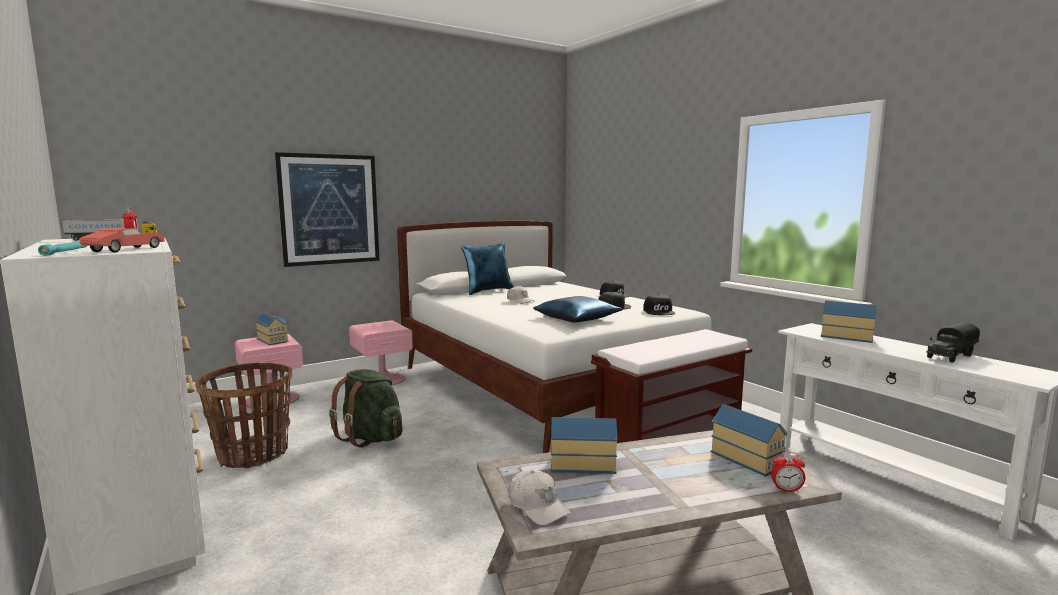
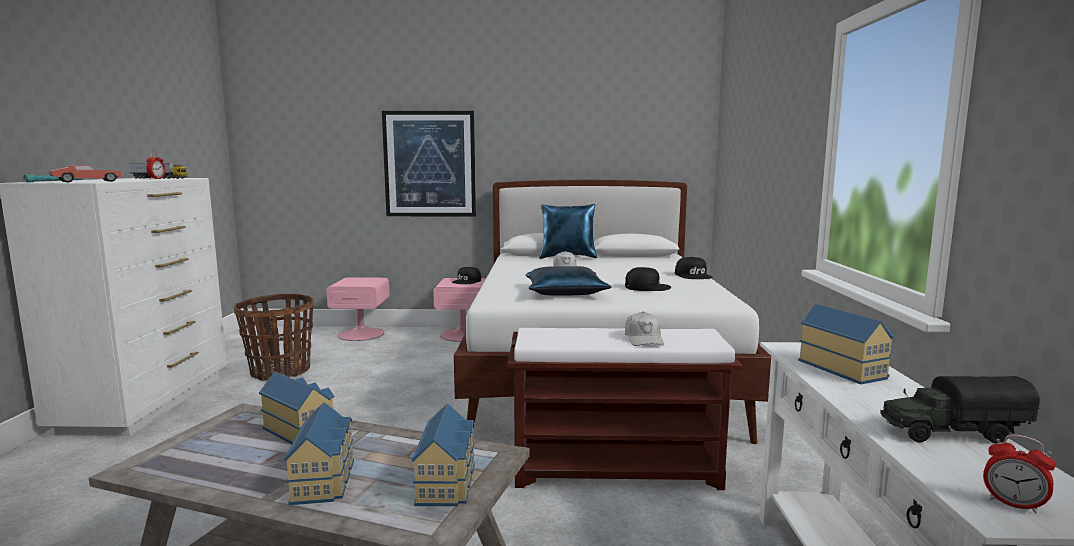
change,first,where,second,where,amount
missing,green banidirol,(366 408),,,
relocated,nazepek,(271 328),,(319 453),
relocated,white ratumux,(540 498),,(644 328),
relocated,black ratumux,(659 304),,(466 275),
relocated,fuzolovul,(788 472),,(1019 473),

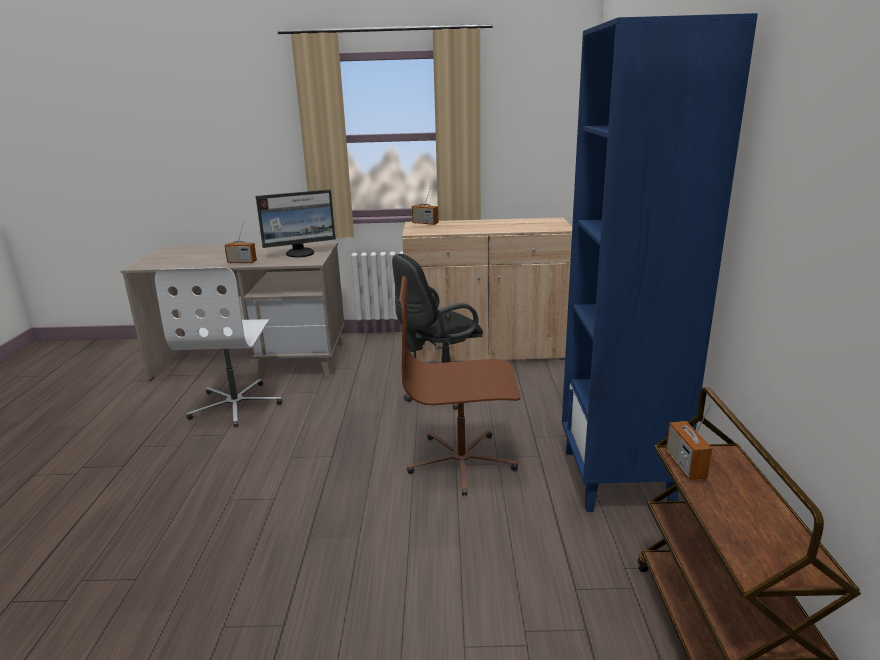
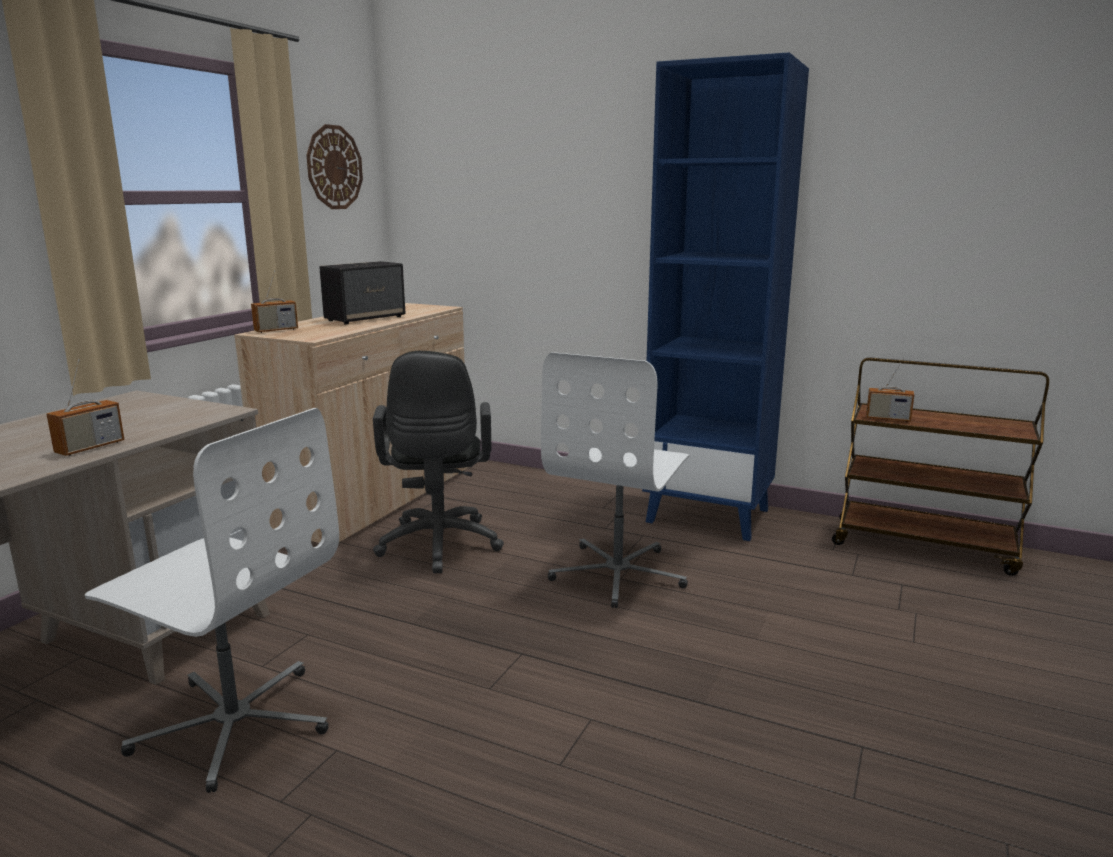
change,first,where,second,where,amount
missing,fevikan,(296 223),,,
appeared,,,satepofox,(334 166),
appeared,,,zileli,(362 292),
colour,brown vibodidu,(460 386),white vibodidu,(615 480),

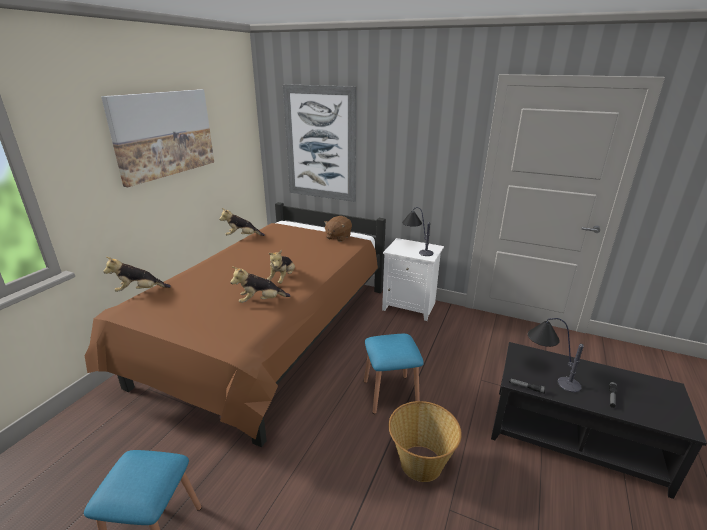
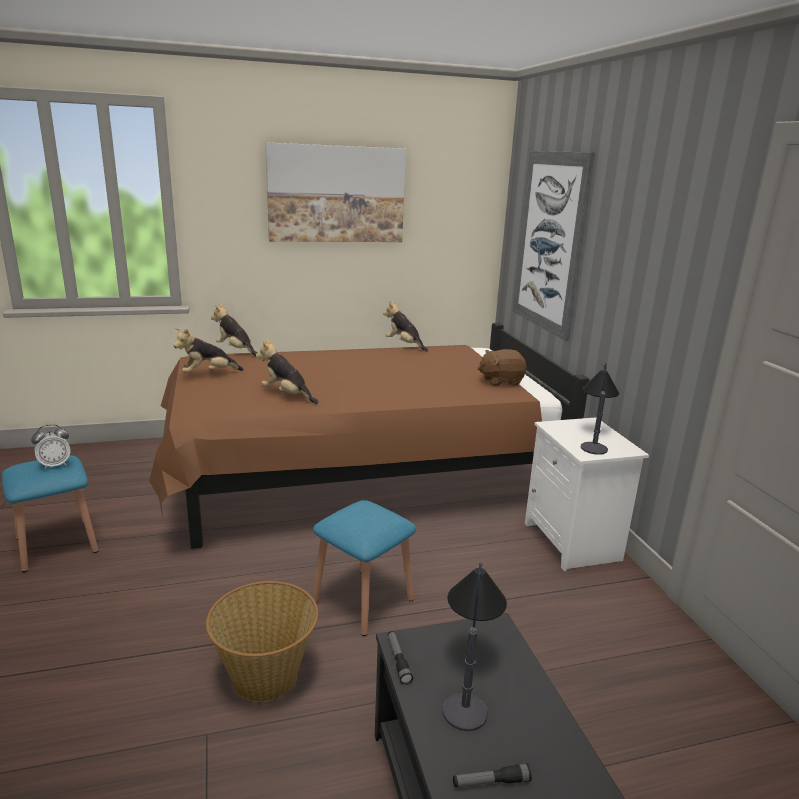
change,first,where,second,where,amount
appeared,,,fuzolovul,(50 446),
relocated,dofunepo,(281 267),,(208 350),

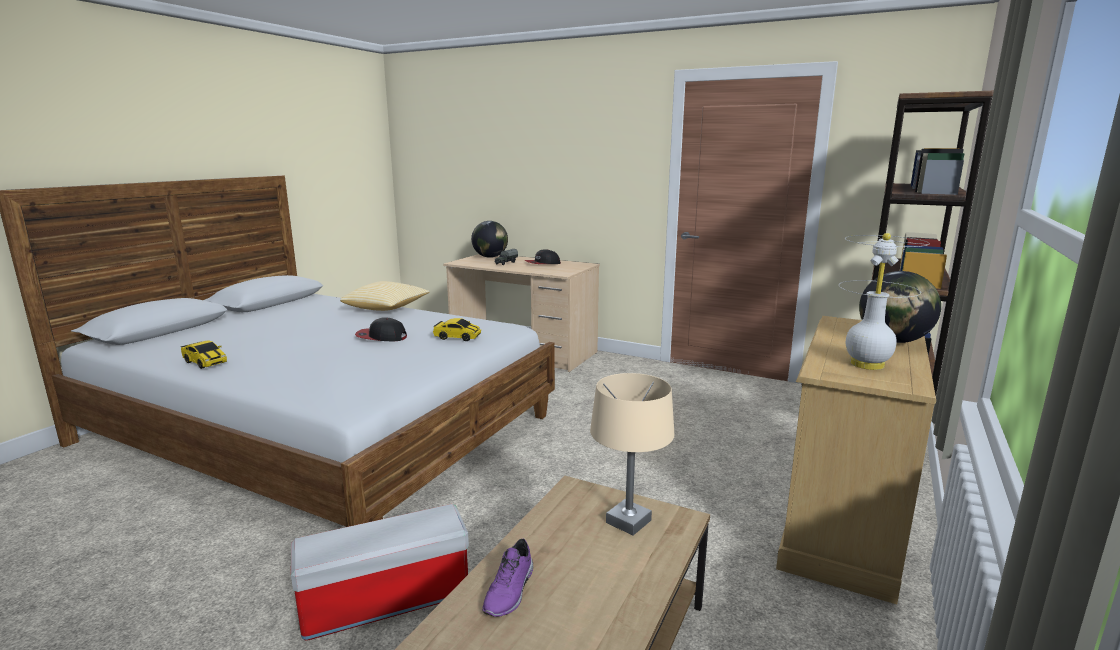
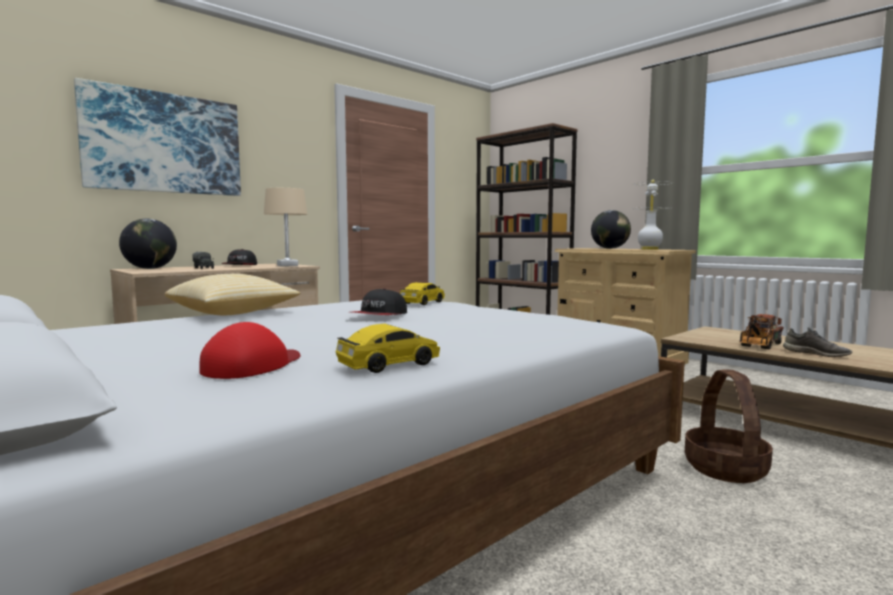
change,first,where,second,where,amount
appeared,,,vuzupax,(157 137),
appeared,,,red ratumux,(250 350),
appeared,,,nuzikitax,(762 332),
relocated,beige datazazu,(632 454),,(285 227),
exchanged,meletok,(380 572),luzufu,(729 426),
colour,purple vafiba,(507 578),grey vafiba,(817 342),

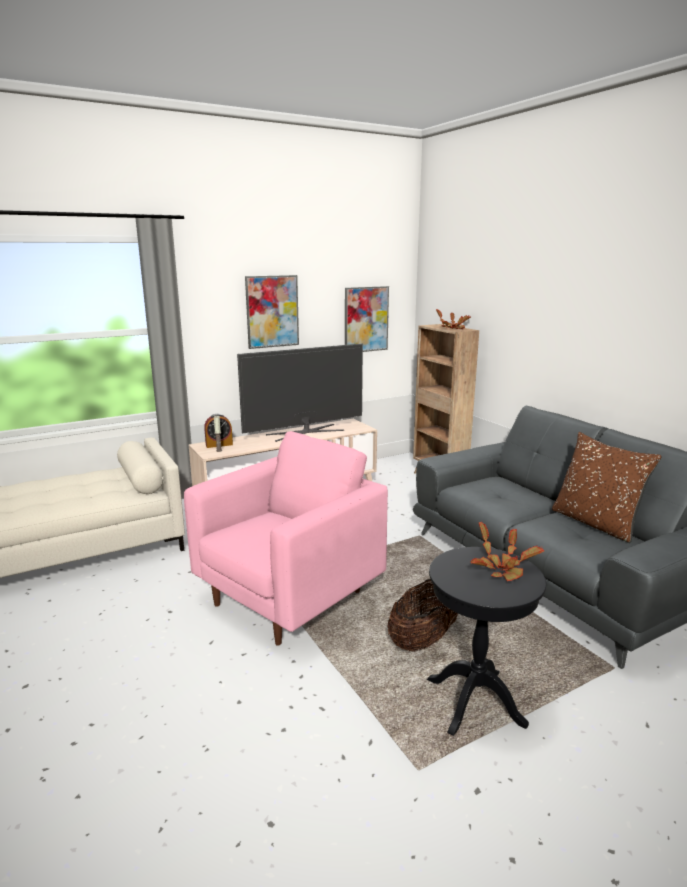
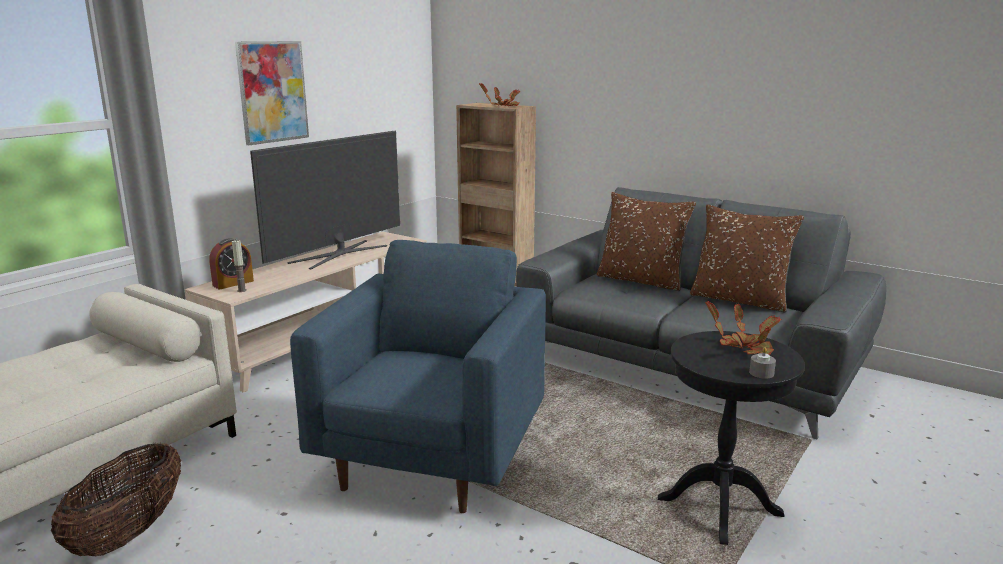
change,first,where,second,where,amount
missing,vuzupax,(367 319),,,
appeared,,,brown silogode,(646 241),
appeared,,,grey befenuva,(762 363),
relocated,luzufu,(422 615),,(116 499),
colour,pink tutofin,(286 538),blue tutofin,(418 376),

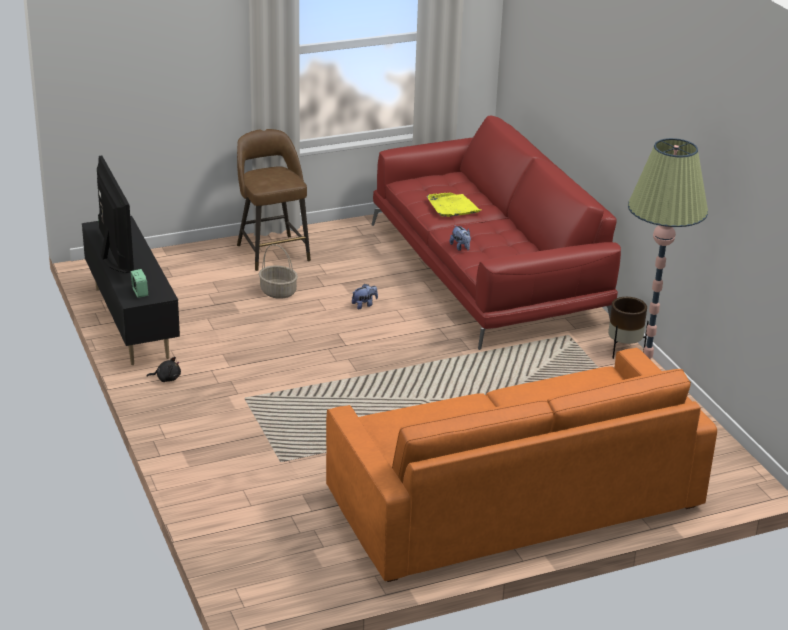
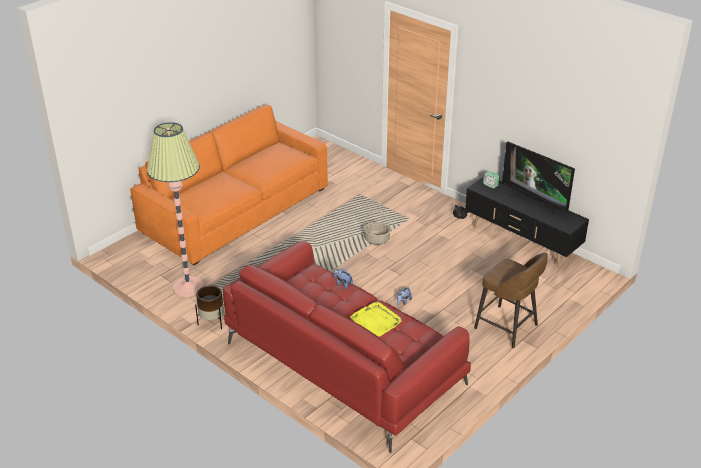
change,first,where,second,where,amount
relocated,luzufu,(278 271),,(377 227),

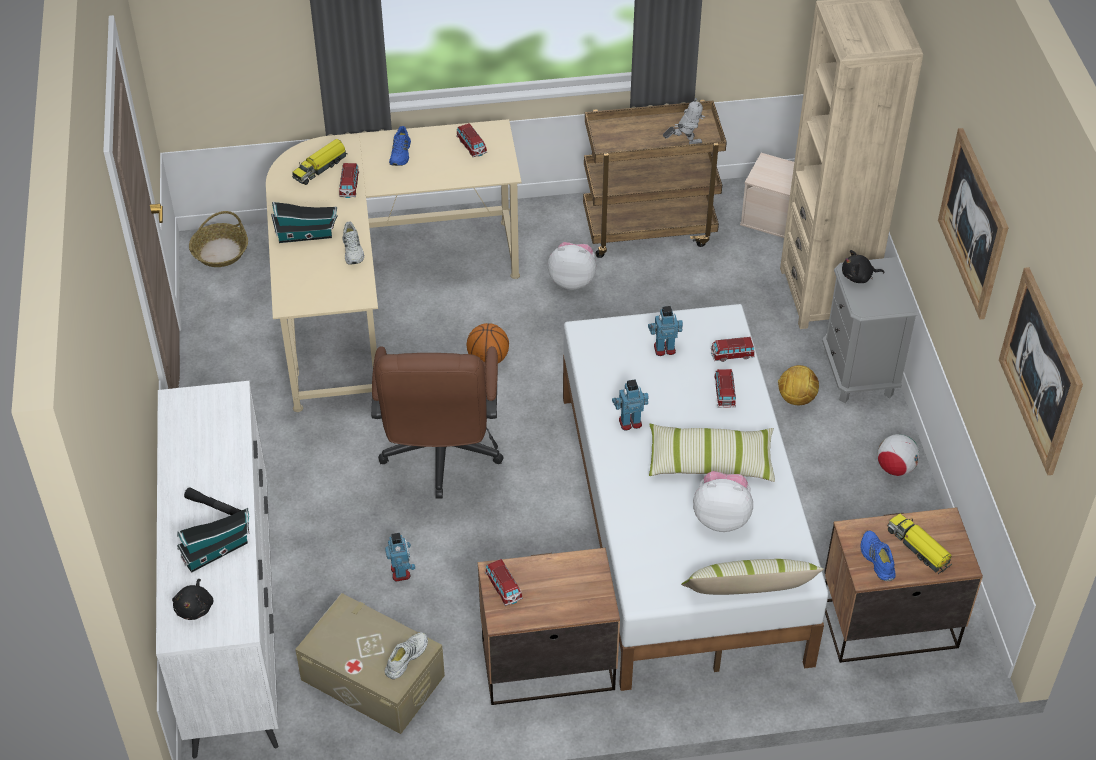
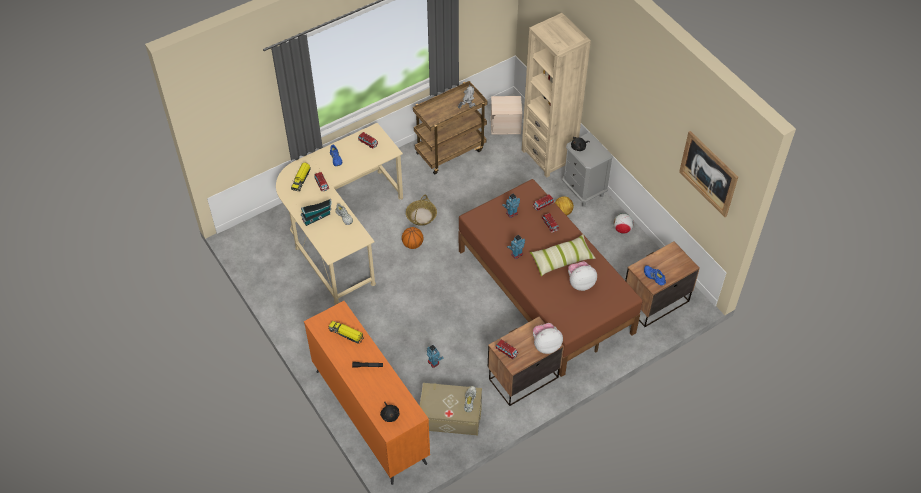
change,first,where,second,where,amount
missing,nazepek,(213 540),,,
missing,brown vibodidu,(437 422),,,
missing,silogode,(752 577),,,
missing,vuzupax,(973 223),,,
relocated,luzufu,(218 239),,(421 210),
relocated,dofunepo,(572 265),,(548 338),
relocated,nuzikitax,(919 544),,(346 332),
colour,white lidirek,(217 569),orange lidirek,(367 393),
colour,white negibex,(695 497),brown negibex,(550 278),

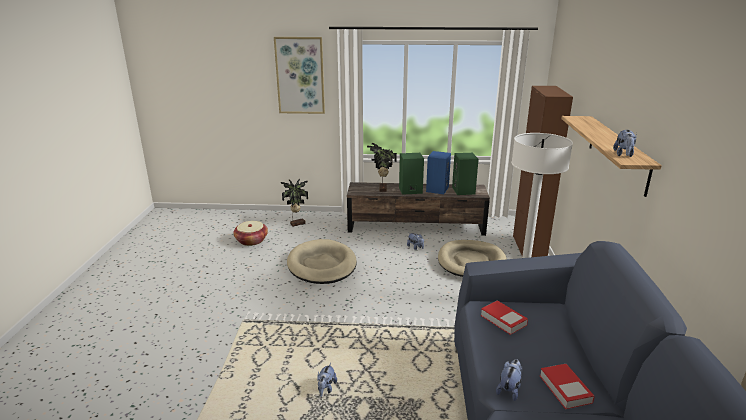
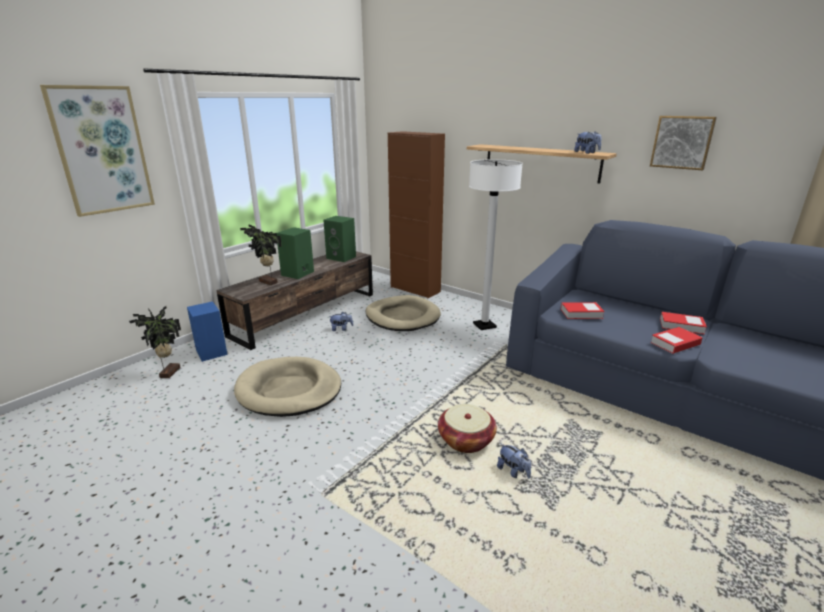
change,first,where,second,where,amount
appeared,,,vuzupax,(683 143),
relocated,luzufu,(250 233),,(467 428),
relocated,blue zileli,(438 172),,(207 331),
exchanged,dofunepo,(509 380),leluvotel,(676 340),

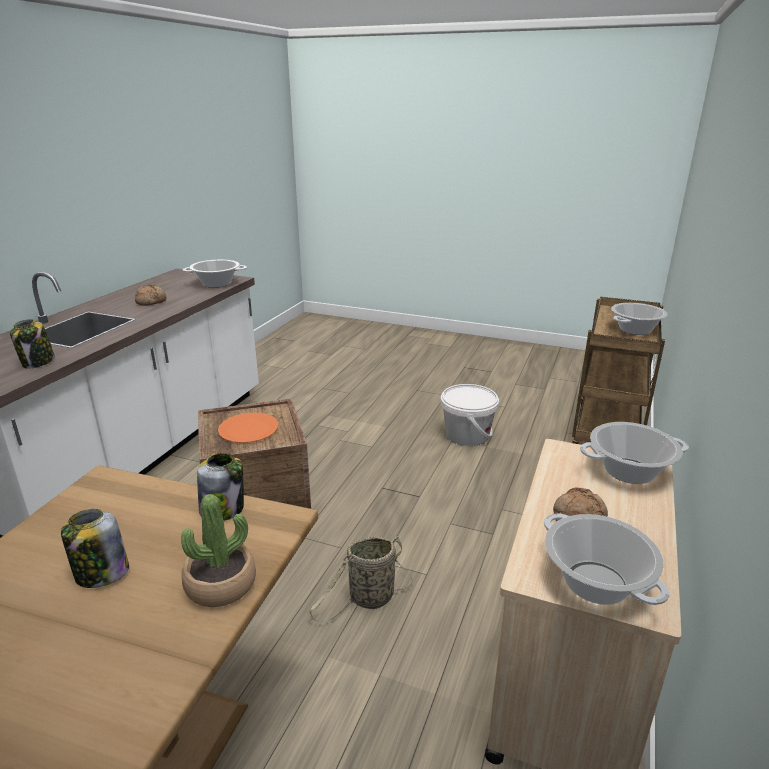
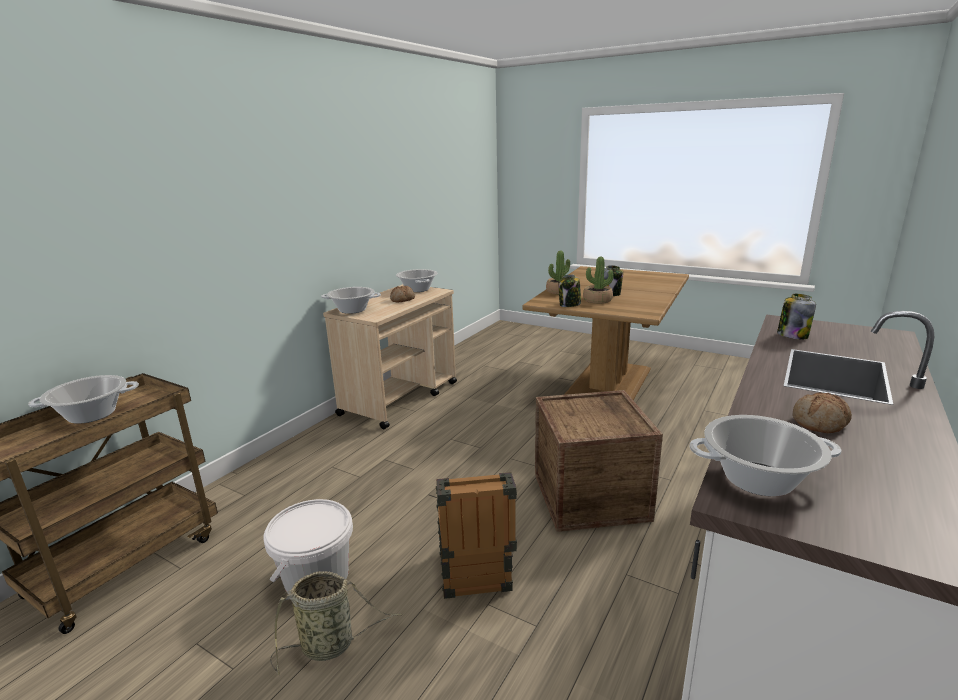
change,first,where,second,where,amount
missing,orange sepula,(248 428),,,
appeared,,,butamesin,(476 535),
appeared,,,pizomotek,(598 280),
relocated,luzufu,(360 579),,(336 623),

